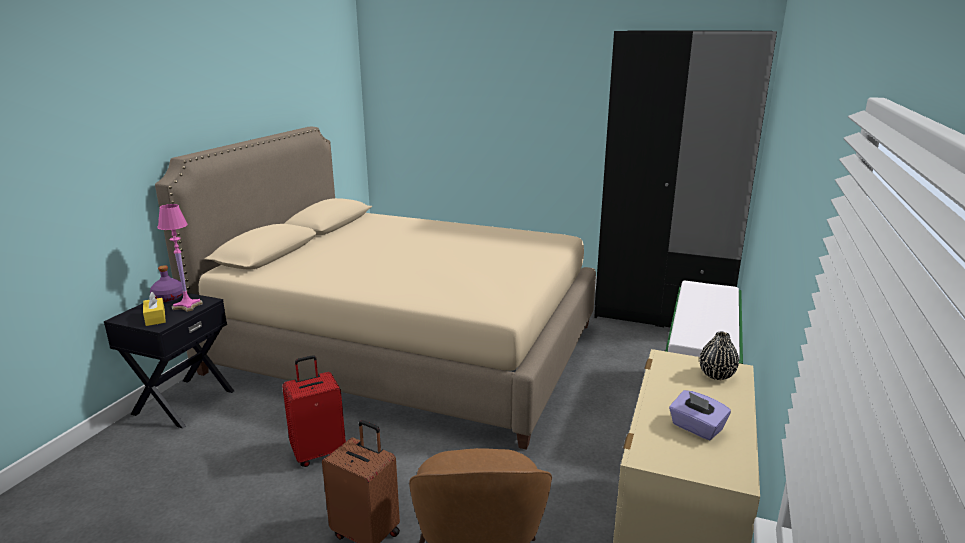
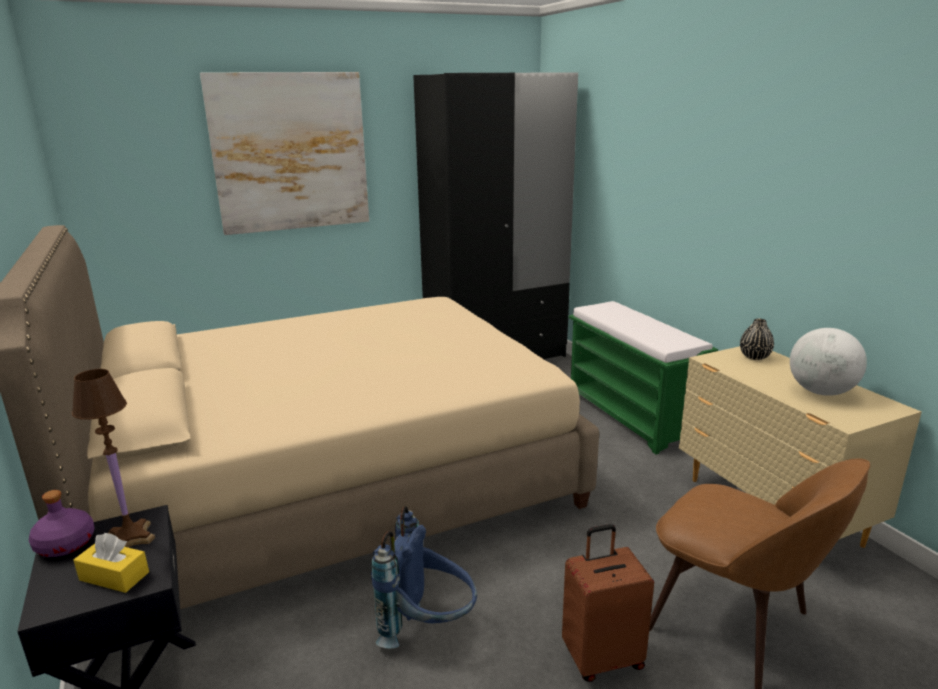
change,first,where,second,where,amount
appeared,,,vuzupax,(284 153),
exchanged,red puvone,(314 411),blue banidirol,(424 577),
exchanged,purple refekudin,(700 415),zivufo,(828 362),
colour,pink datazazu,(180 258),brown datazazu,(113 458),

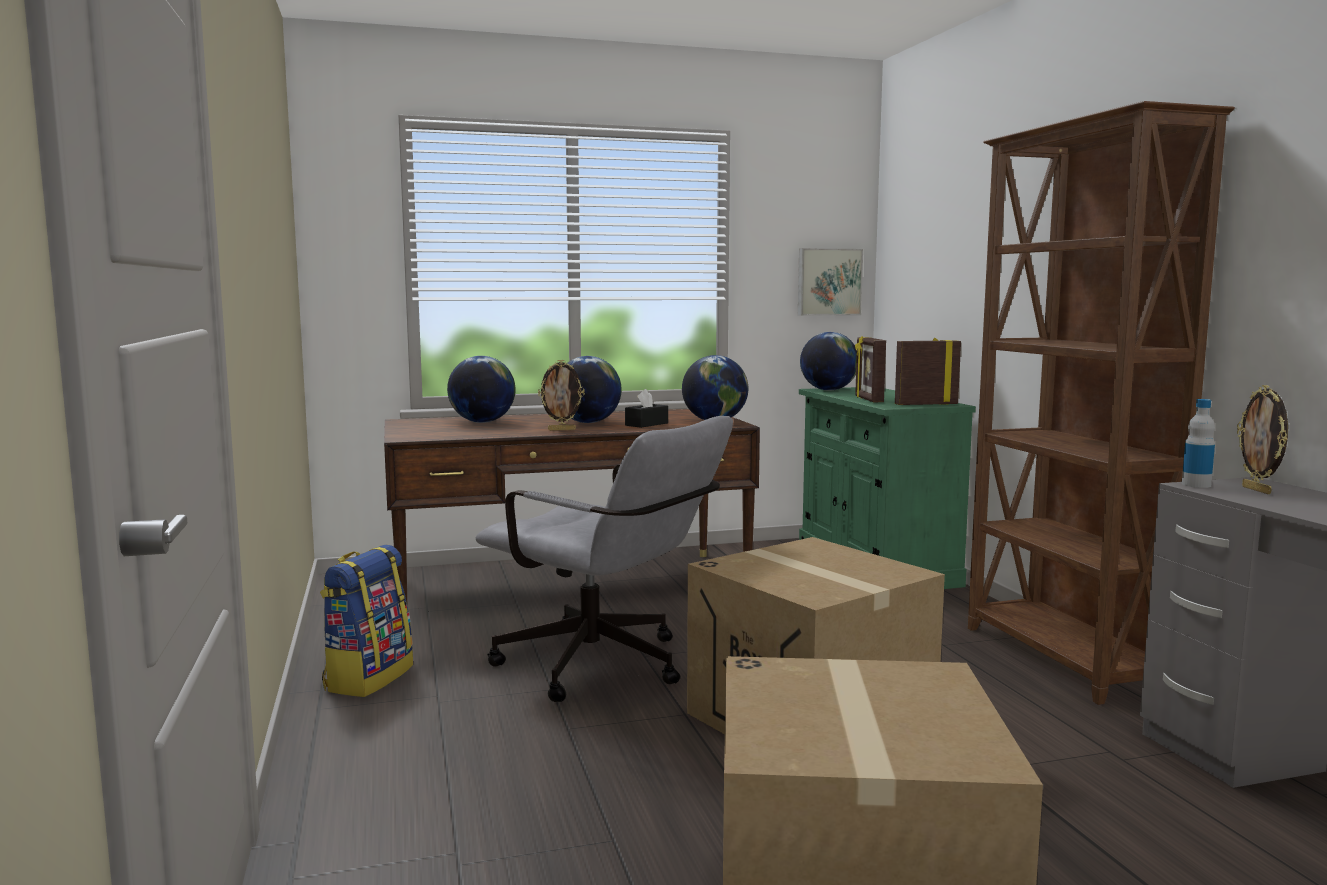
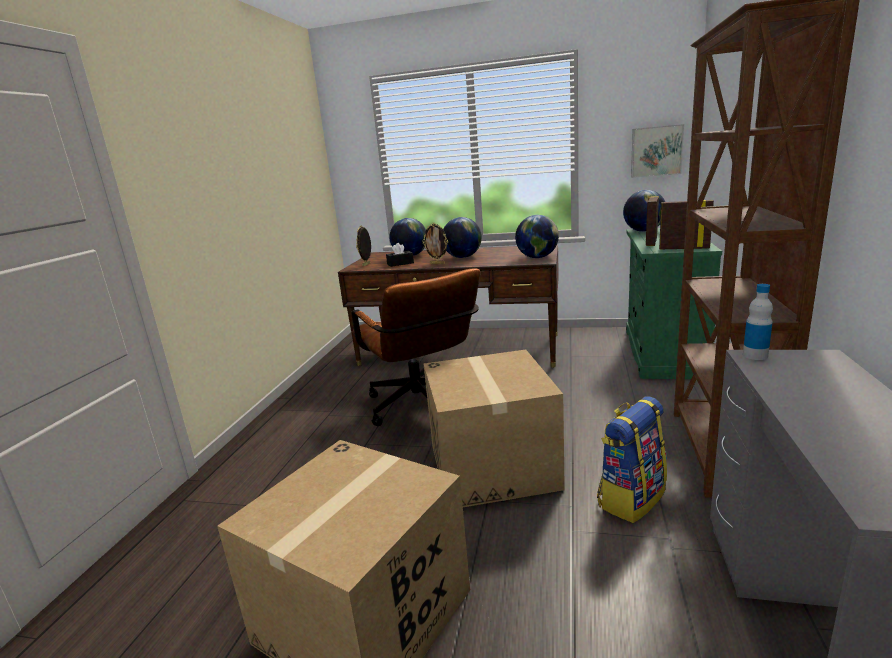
change,first,where,second,where,amount
relocated,banidirol,(366 621),,(632 460),
relocated,black refekudin,(646 408),,(400 255),
relocated,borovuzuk,(1262 439),,(363 245),
colour,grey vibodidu,(604 559),brown vibodidu,(416 347),

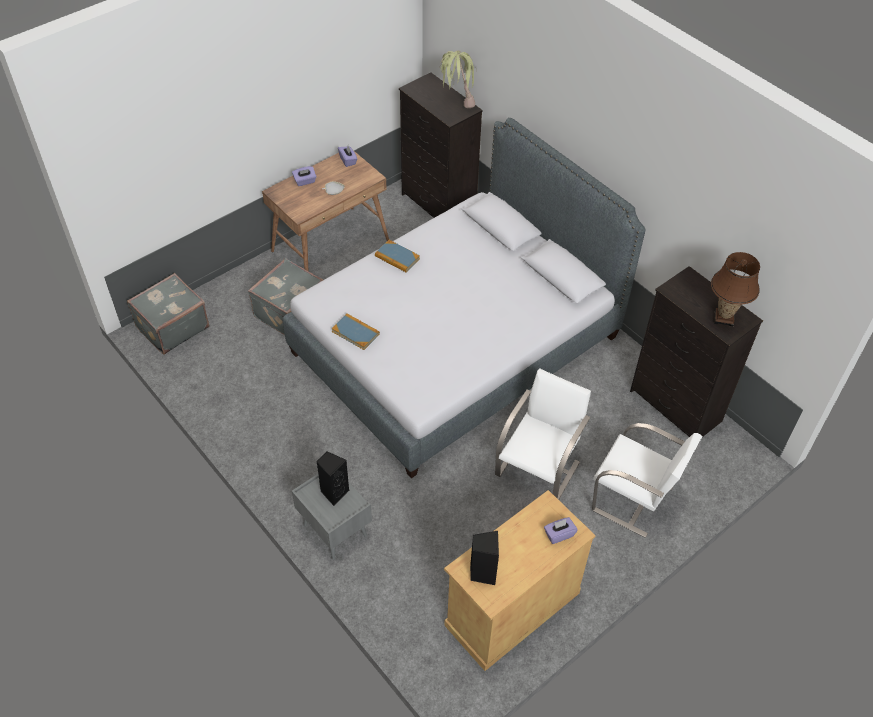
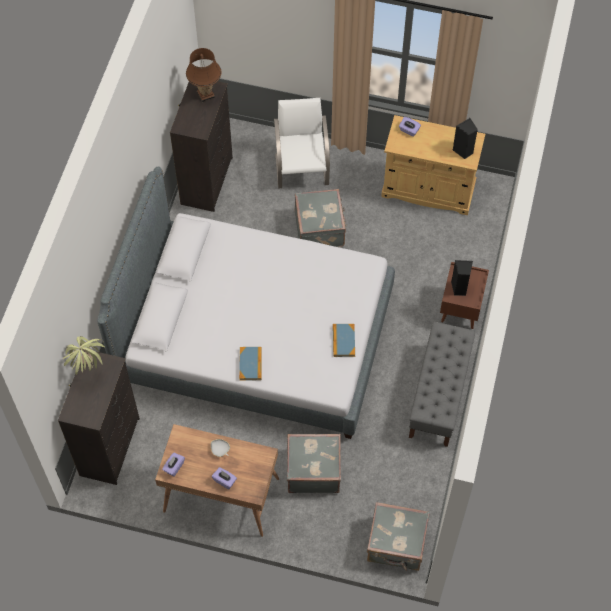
change,first,where,second,where,amount
appeared,,,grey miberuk,(442 384),
exchanged,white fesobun,(543 434),grey puvone,(321 218),
colour,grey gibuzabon,(332 517),brown gibuzabon,(464 295),

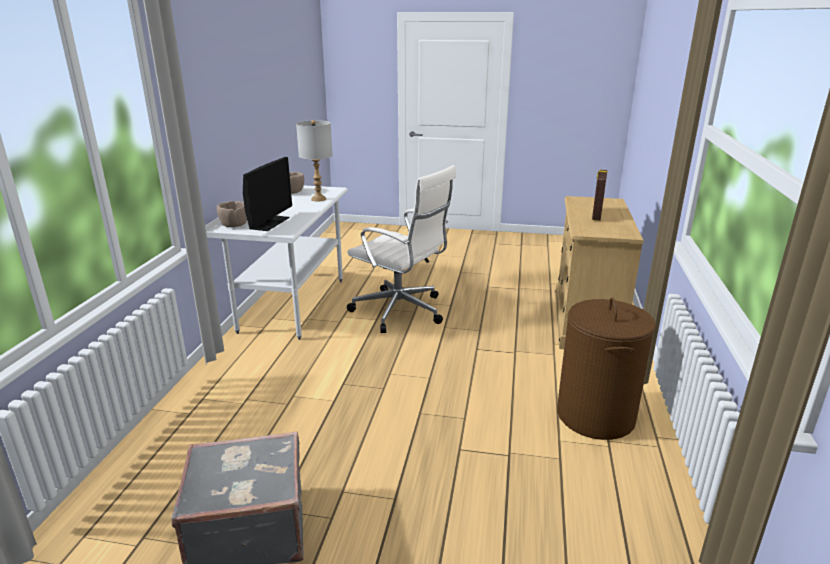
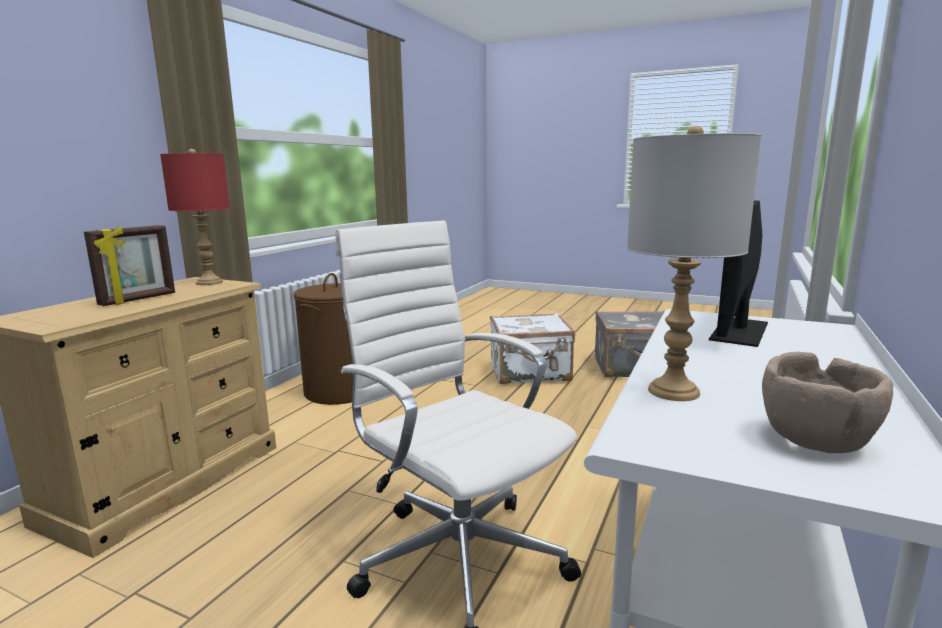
change,first,where,second,where,amount
missing,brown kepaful,(232 214),,,
appeared,,,red datazazu,(195 217),
appeared,,,white puvone,(532 348),

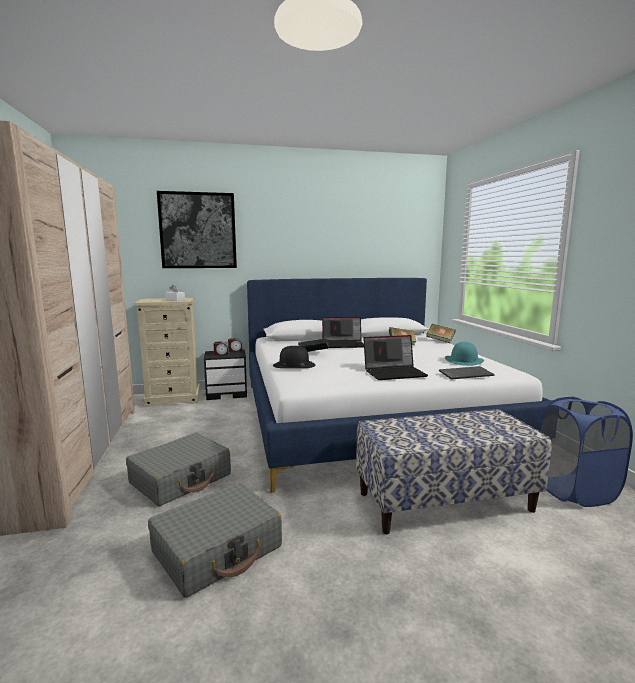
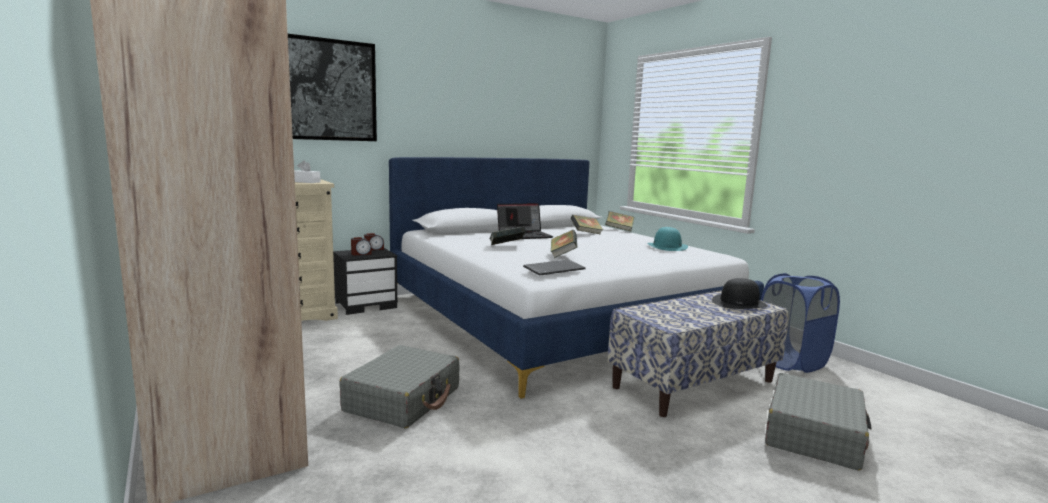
change,first,where,second,where,amount
missing,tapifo,(395 357),,,
appeared,,,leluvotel,(564 244),
relocated,grey puvone,(215 540),,(818 422),
relocated,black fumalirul,(294 357),,(740 293),
relocated,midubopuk,(467 373),,(554 267),

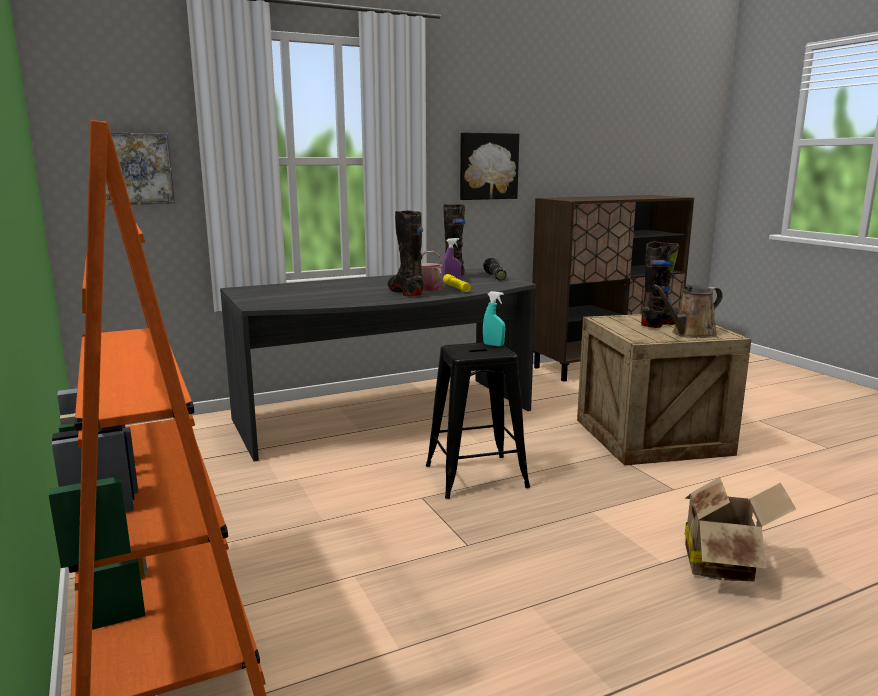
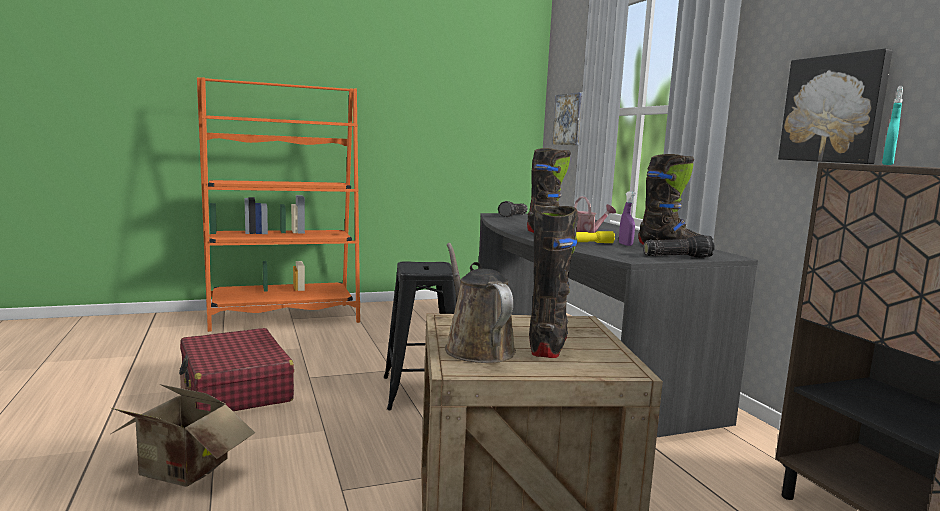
change,first,where,second,where,amount
appeared,,,red puvone,(236 369),
appeared,,,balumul,(513 209),
relocated,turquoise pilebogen,(494 318),,(892 125),
spun,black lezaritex,(660 285),,(553 281),135 degrees counterclockwise

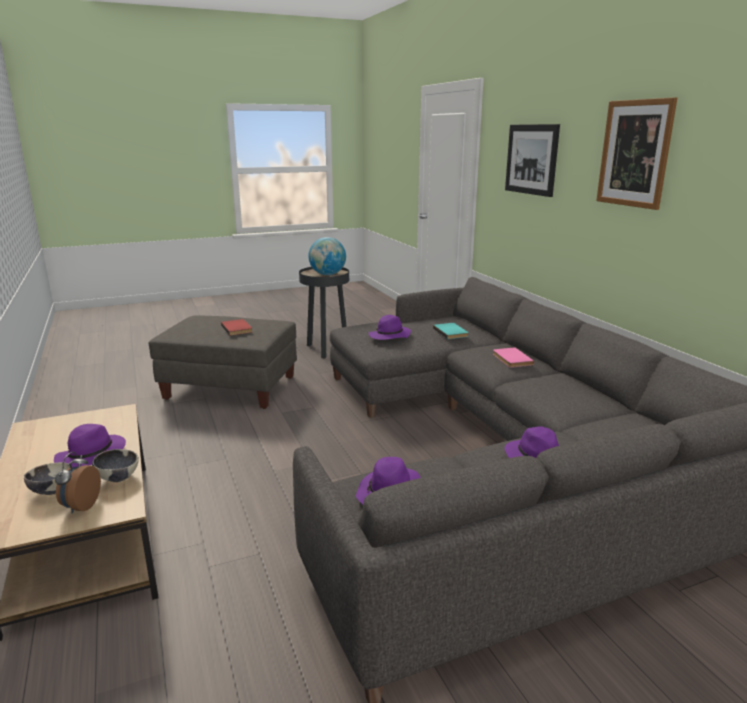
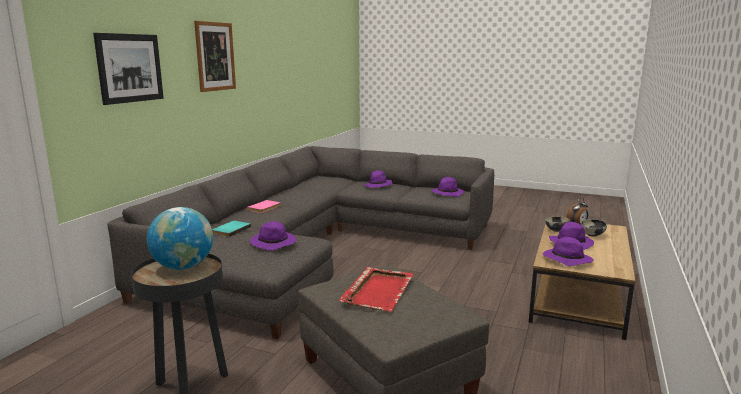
change,first,where,second,where,amount
appeared,,,purple fumalirul,(568 251),
exchanged,red leluvotel,(236 327),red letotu,(376 289),

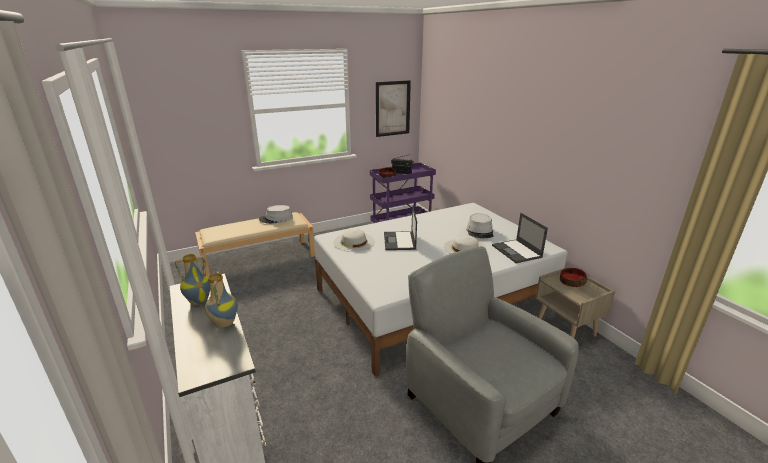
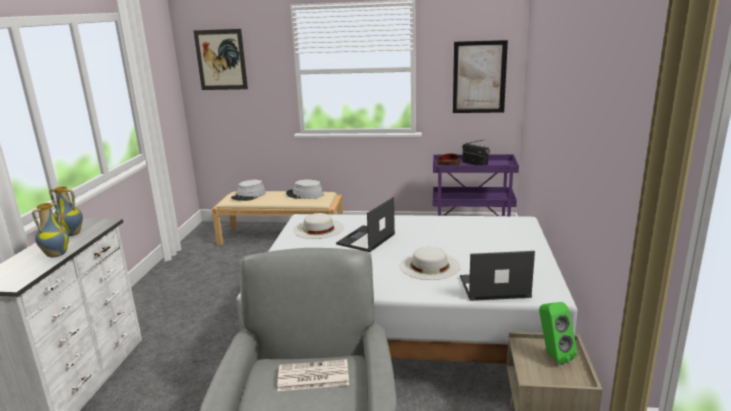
change,first,where,second,where,amount
appeared,,,vuzupax,(220 59),
appeared,,,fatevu,(313 375),
relocated,grey fumalirul,(480 225),,(248 190),
exchanged,kepaful,(573 277),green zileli,(558 333),
spun,tapifo,(520 238),,(497 276),75 degrees clockwise

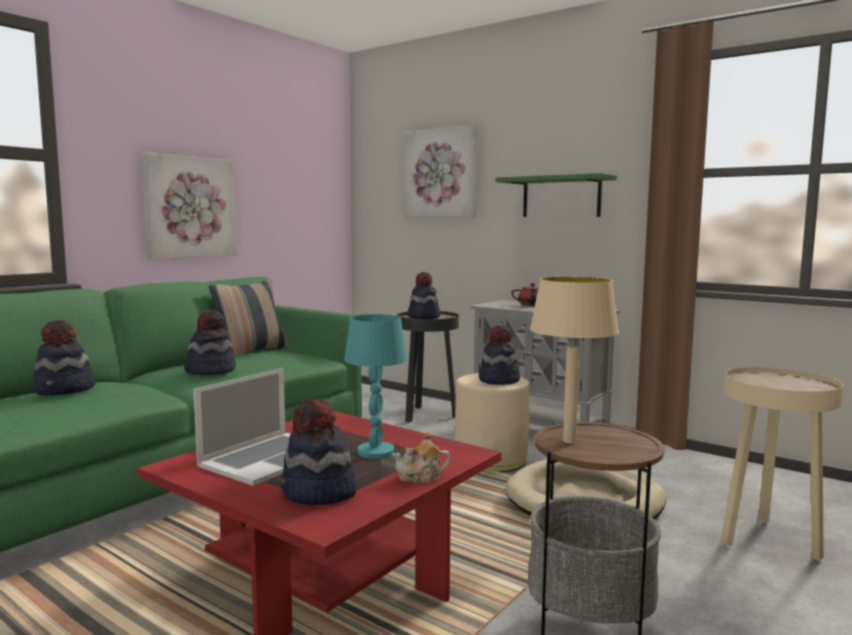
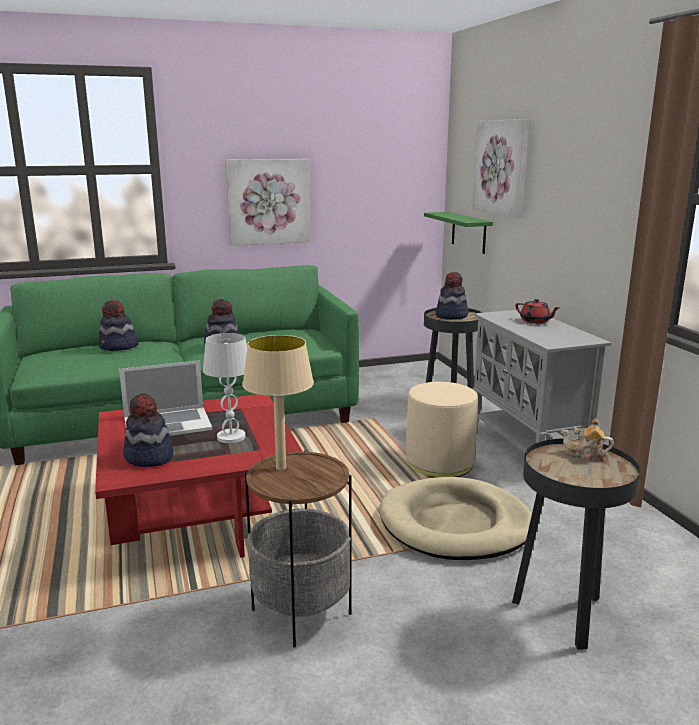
change,first,where,second,where,amount
missing,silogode,(249 318),,,
missing,fumalirul,(499 355),,,
relocated,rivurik,(421 457),,(587 439),
relocated,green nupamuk,(556 195),,(458 233),
colour,turquoise datazazu,(375 386),white datazazu,(225 388),
colour,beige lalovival,(781 464),black lalovival,(576 544),

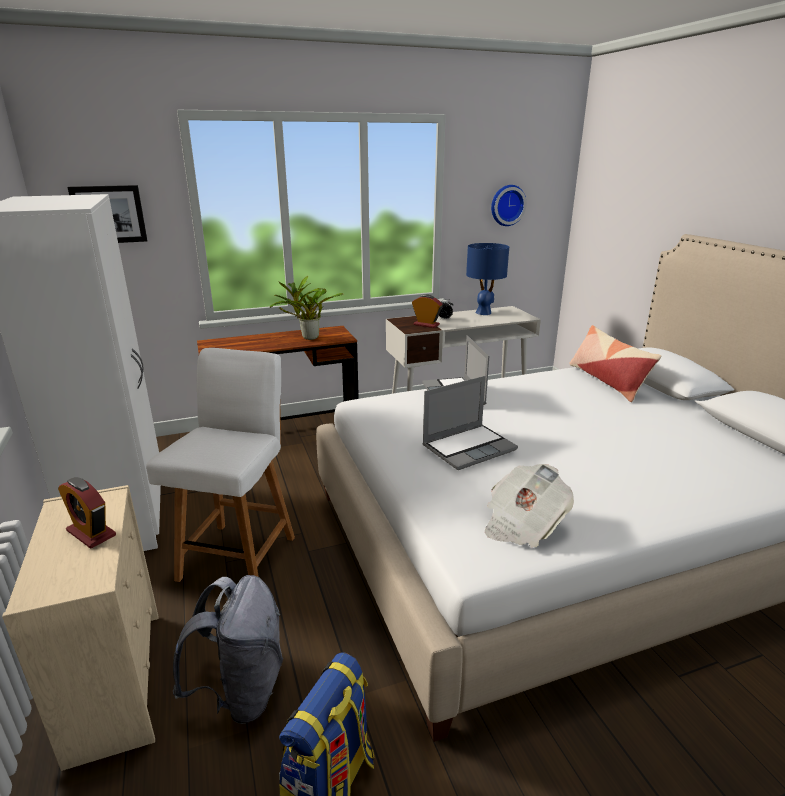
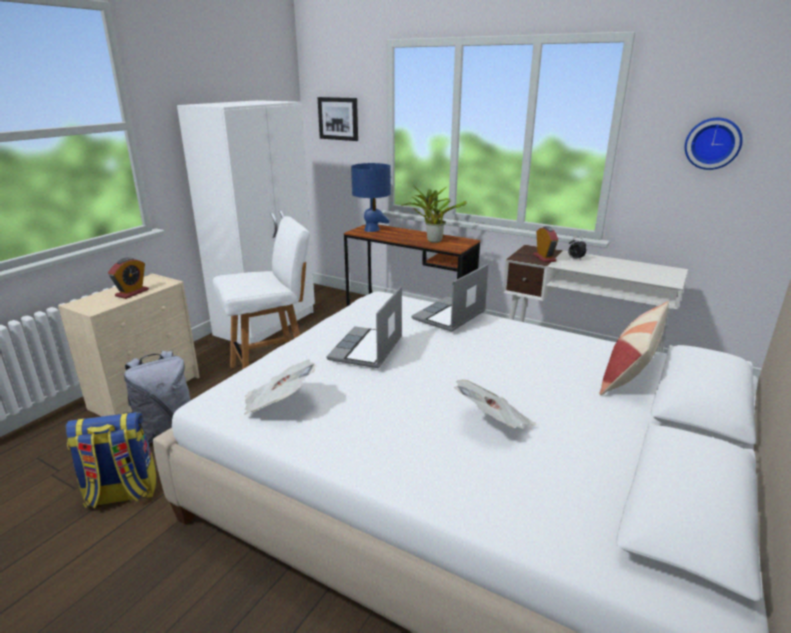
change,first,where,second,where,amount
appeared,,,fatevu,(495 404),
relocated,blue datazazu,(487 279),,(371 197),
spun,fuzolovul,(87 512),,(128 278),150 degrees counterclockwise
spun,tapifo,(470 423),,(364 327),90 degrees clockwise

